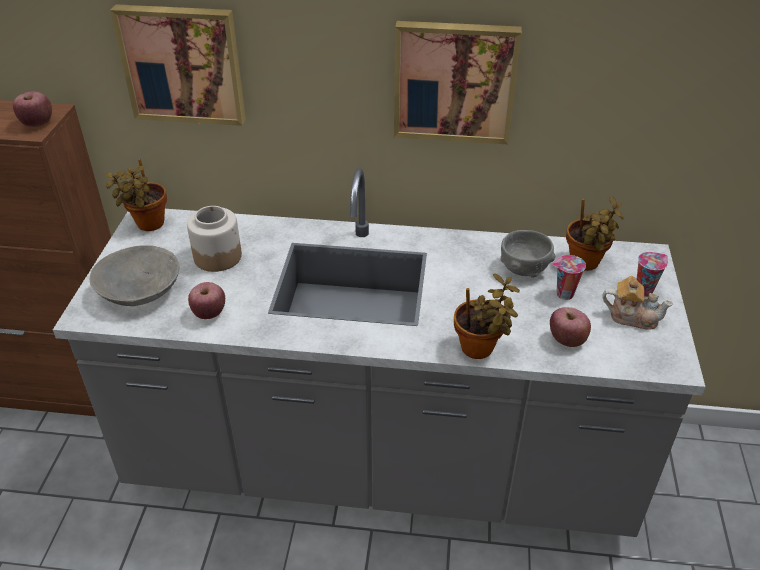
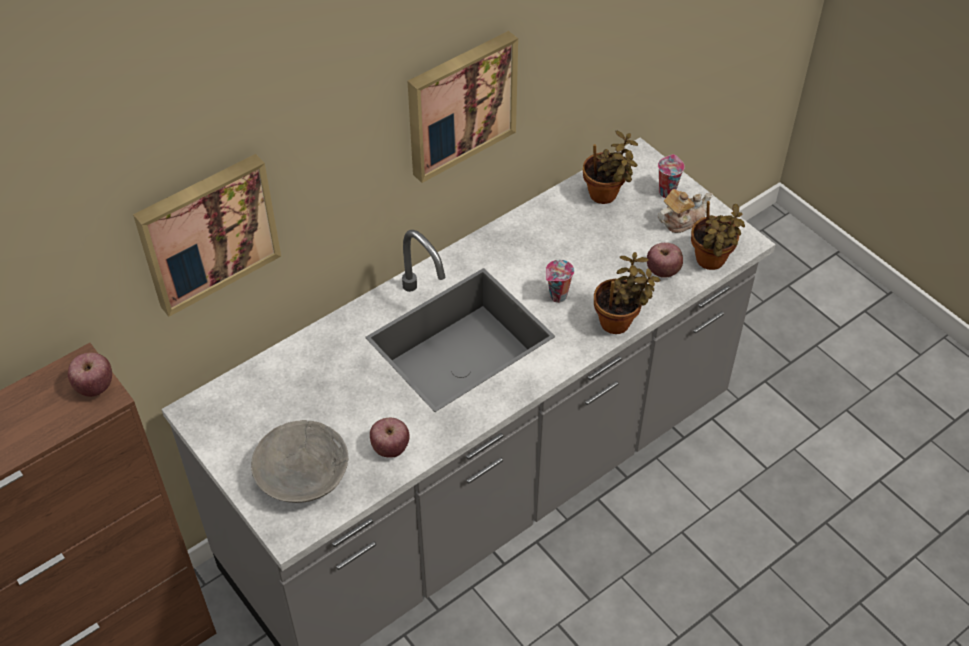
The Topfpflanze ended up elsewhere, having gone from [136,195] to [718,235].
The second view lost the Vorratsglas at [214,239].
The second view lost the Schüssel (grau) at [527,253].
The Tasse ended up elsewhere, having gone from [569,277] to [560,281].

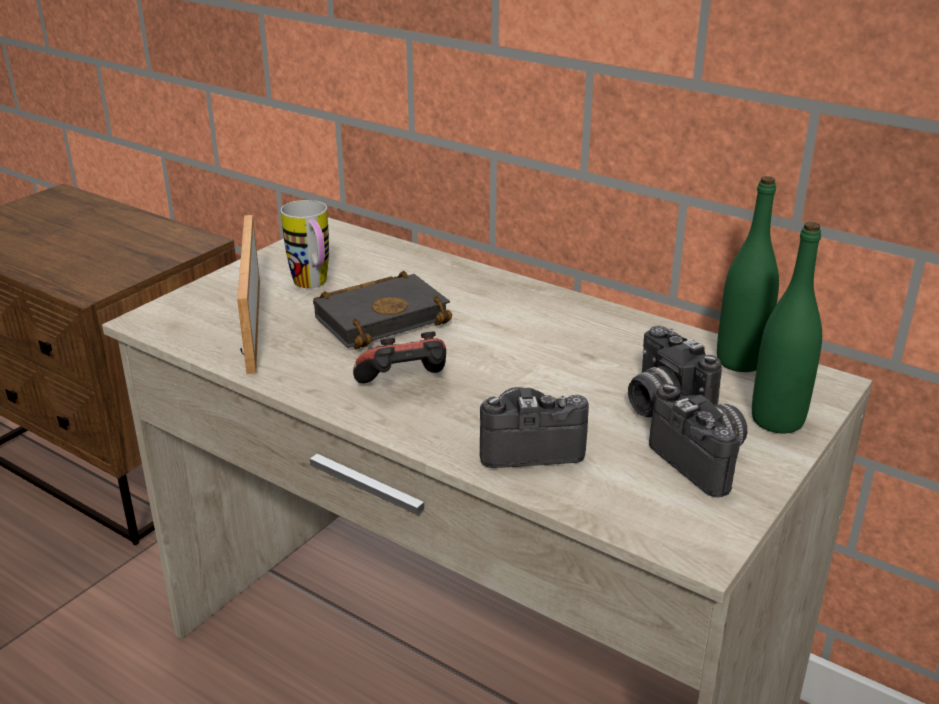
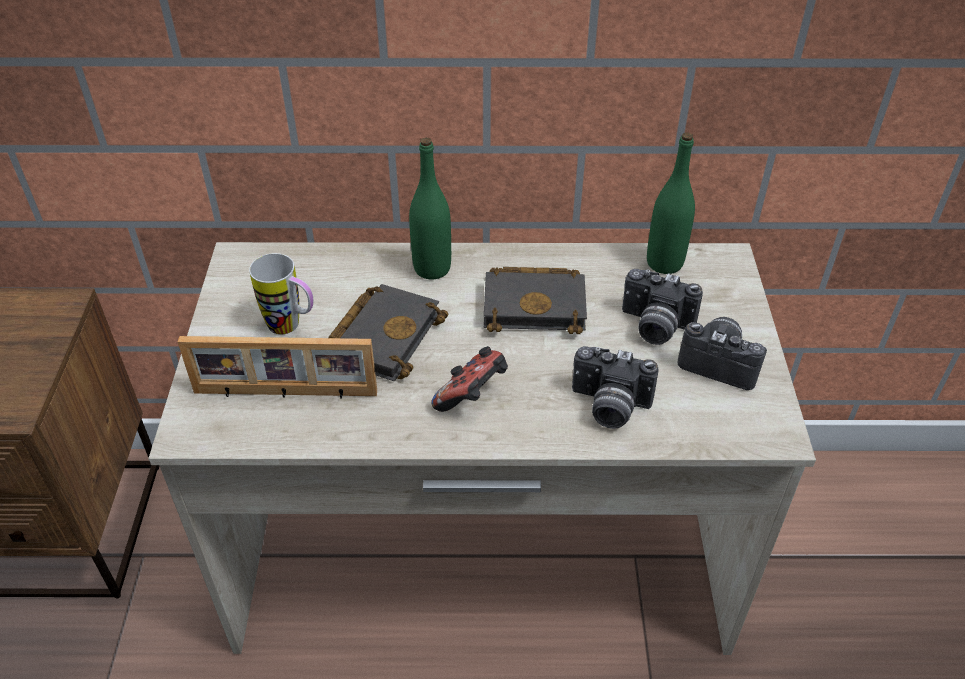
The Bilderrahmen at [248,294] ended up facing another way, 45 degrees counterclockwise from before.
The Kamera at [534,427] ended up facing another way, 120 degrees counterclockwise from before.
The Flasche (grün) ended up elsewhere, having gone from [787,327] to [430,208].
The second view gained the Buch (schwarz) at [535,300].

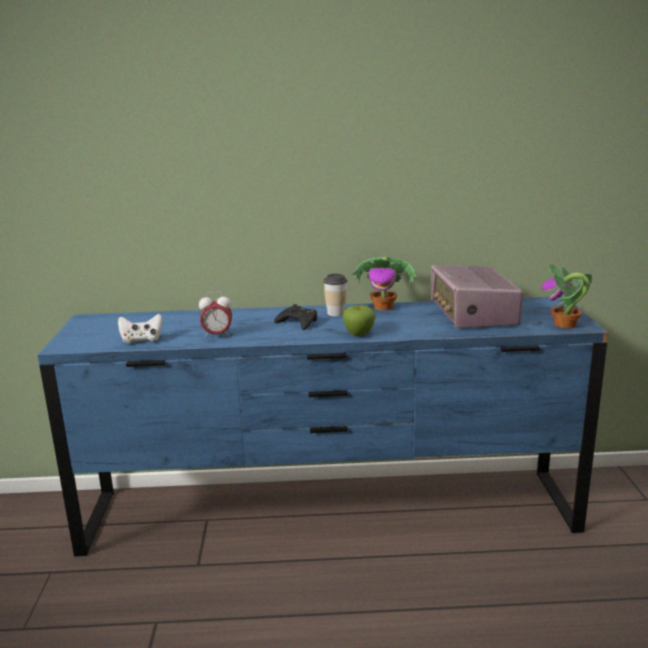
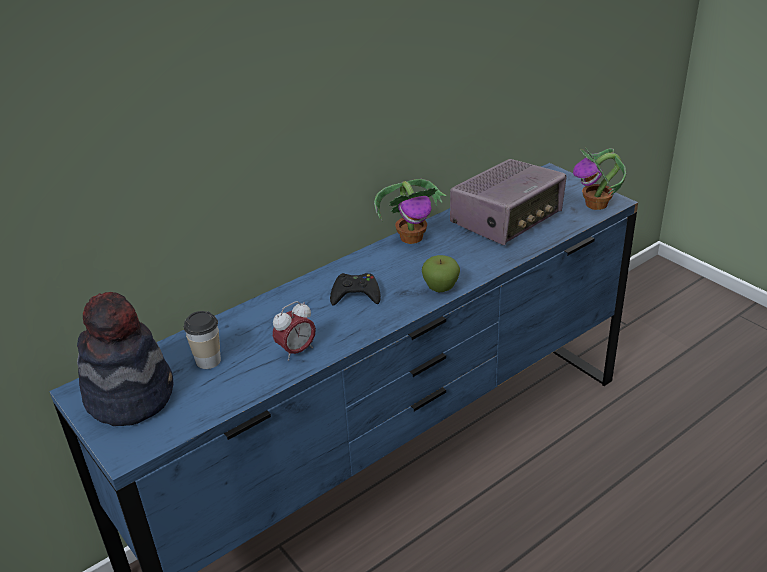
The second view lost the Gamepad (weiß) at [140,329].
The Tasse ended up elsewhere, having gone from [335,295] to [202,340].
The Radio at [477,296] ended up facing another way, 90 degrees counterclockwise from before.
The second view gained the Hut at [125,359].

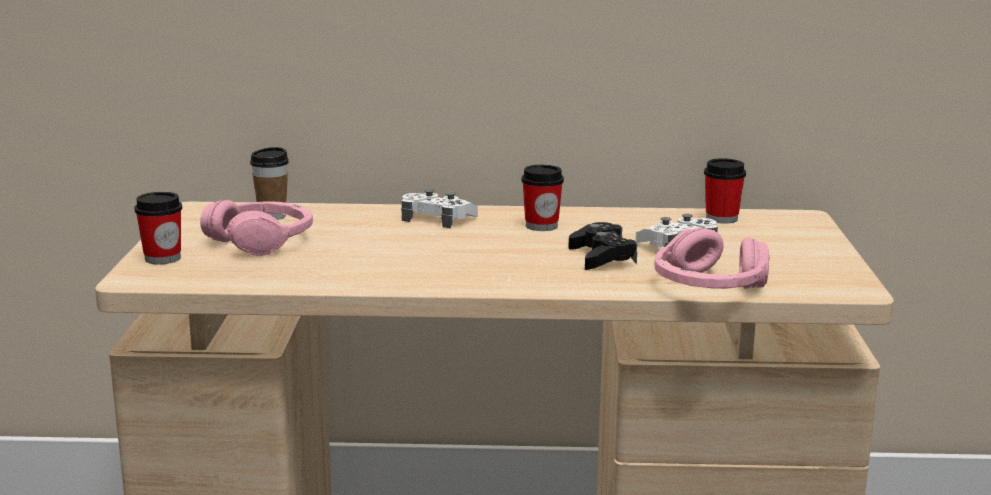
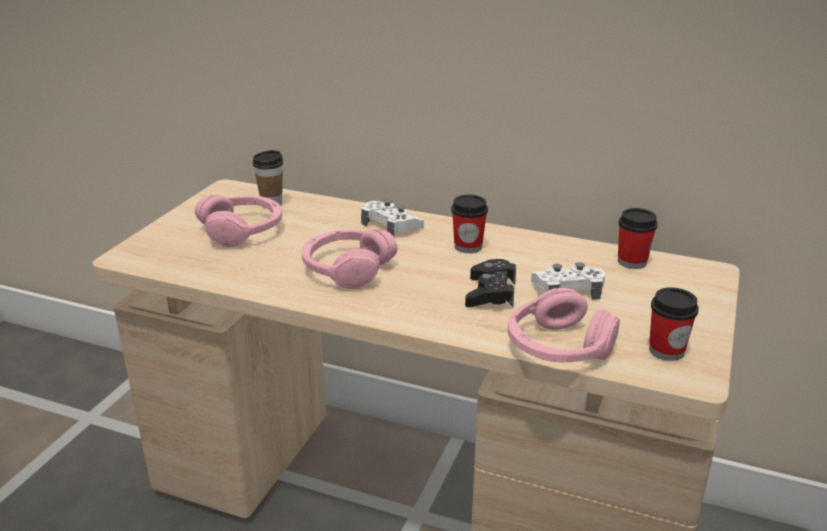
The Tasse ended up elsewhere, having gone from [158,228] to [674,324].
The second view gained the Kopfhörer (rosa) at [349,259].

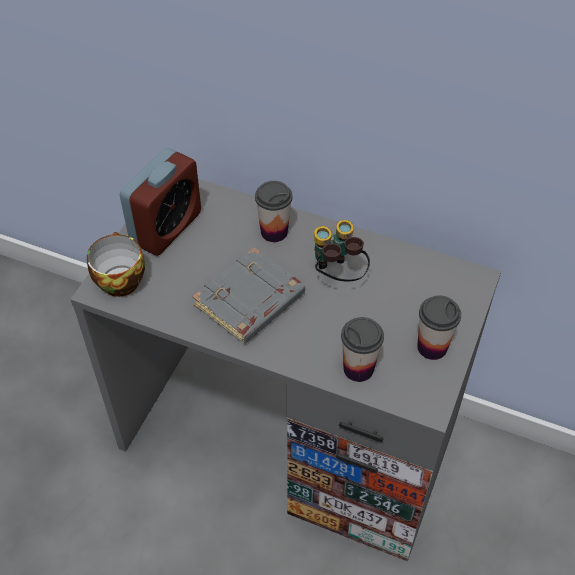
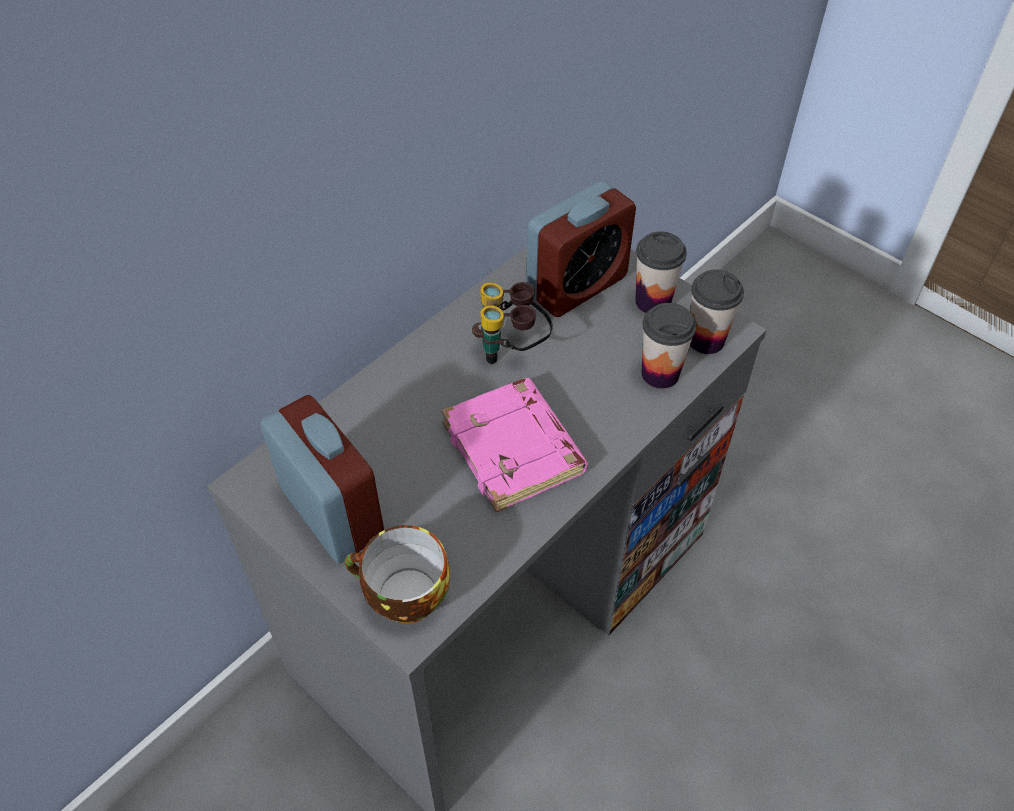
What was the Buch (grau) at [249,296] turned into the Buch (rosa) at [515,445].
The Tasse ended up elsewhere, having gone from [273,211] to [717,311].
The second view gained the Wecker at [581,249].

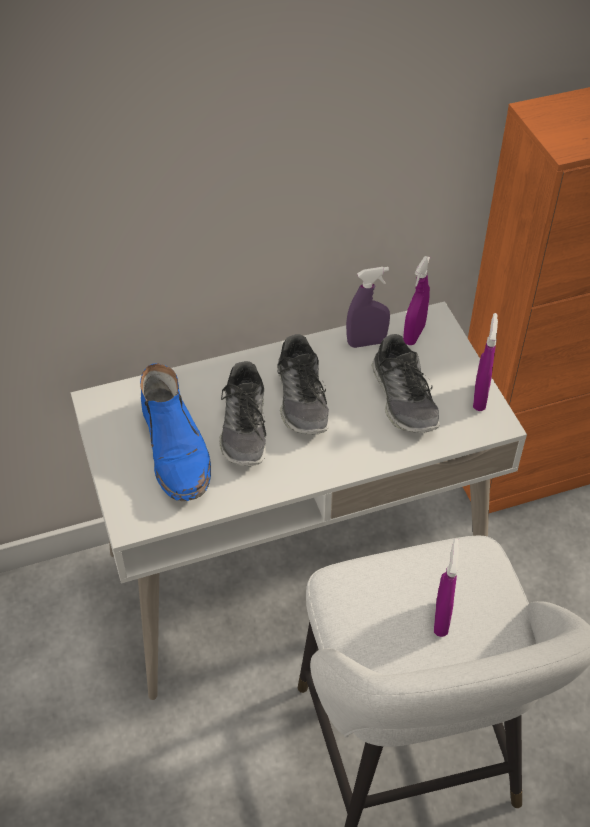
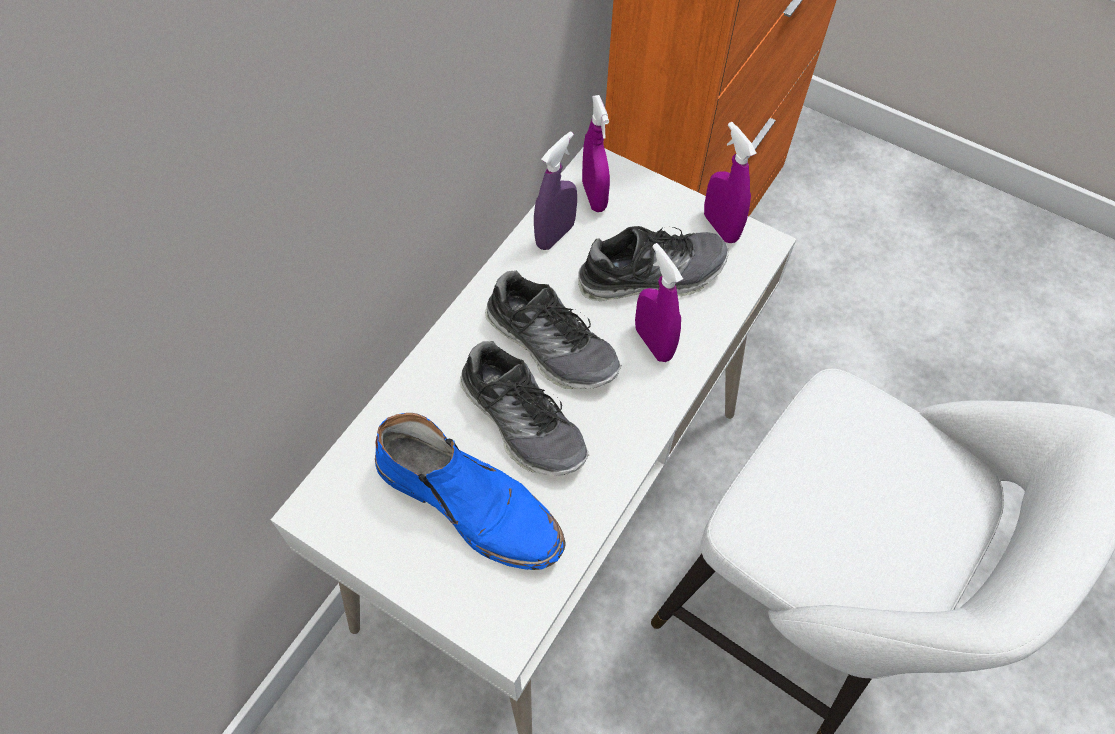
The Schuh at [405,383] ended up facing another way, 45 degrees counterclockwise from before.
The Sprühflasche (lila) ended up elsewhere, having gone from [446,588] to [659,302].

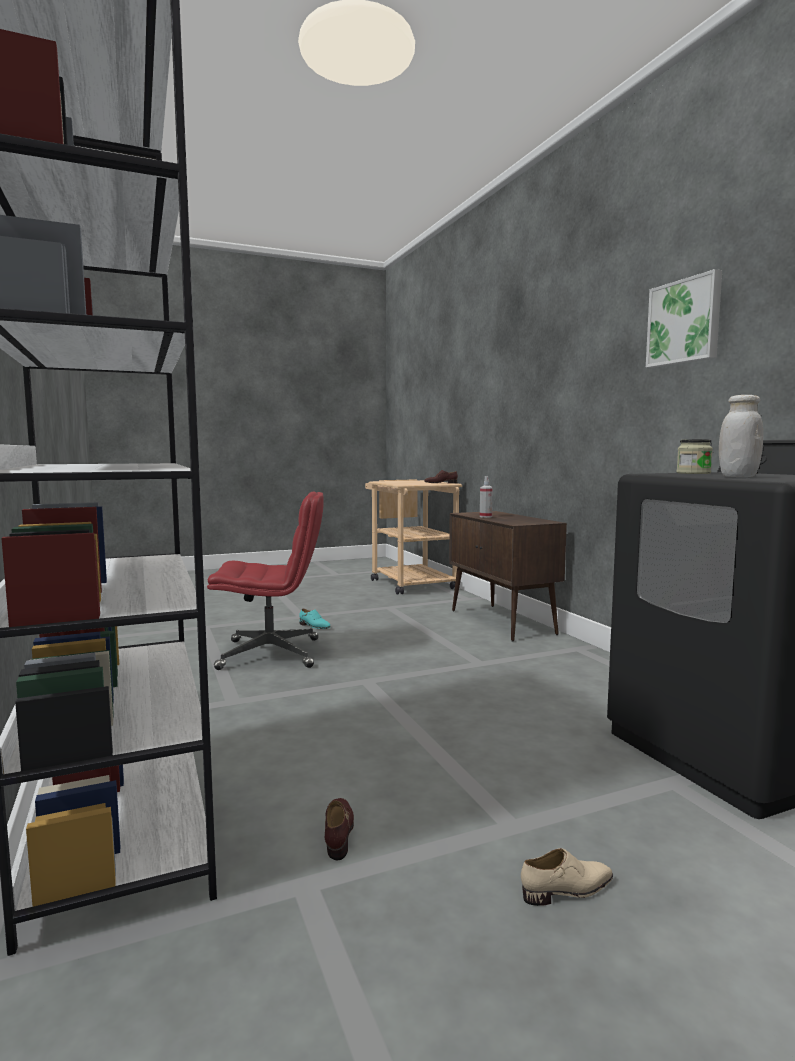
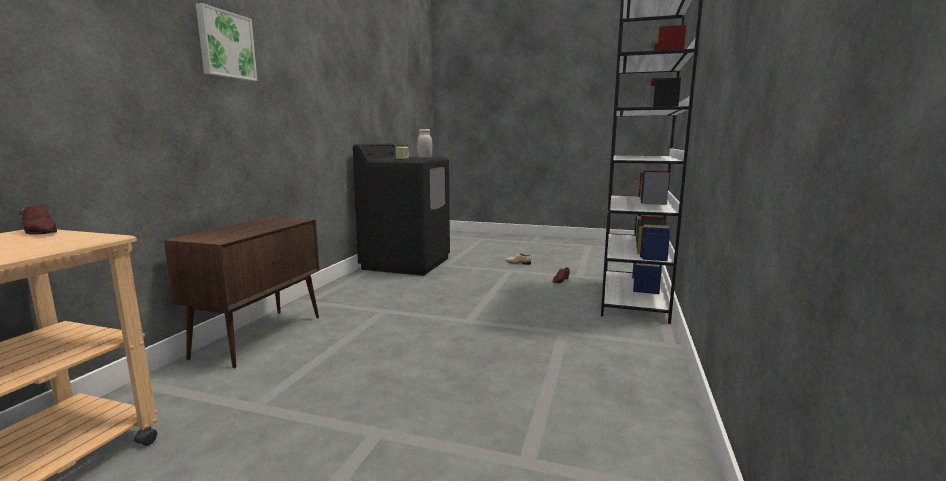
The second view lost the Bürostuhl (rot) at [265,580].
The second view lost the Schuh (türkis) at [315,619].
The second view lost the Sprühflasche at [486,497].
The Bild ended up elsewhere, having gone from [684,318] to [226,42].

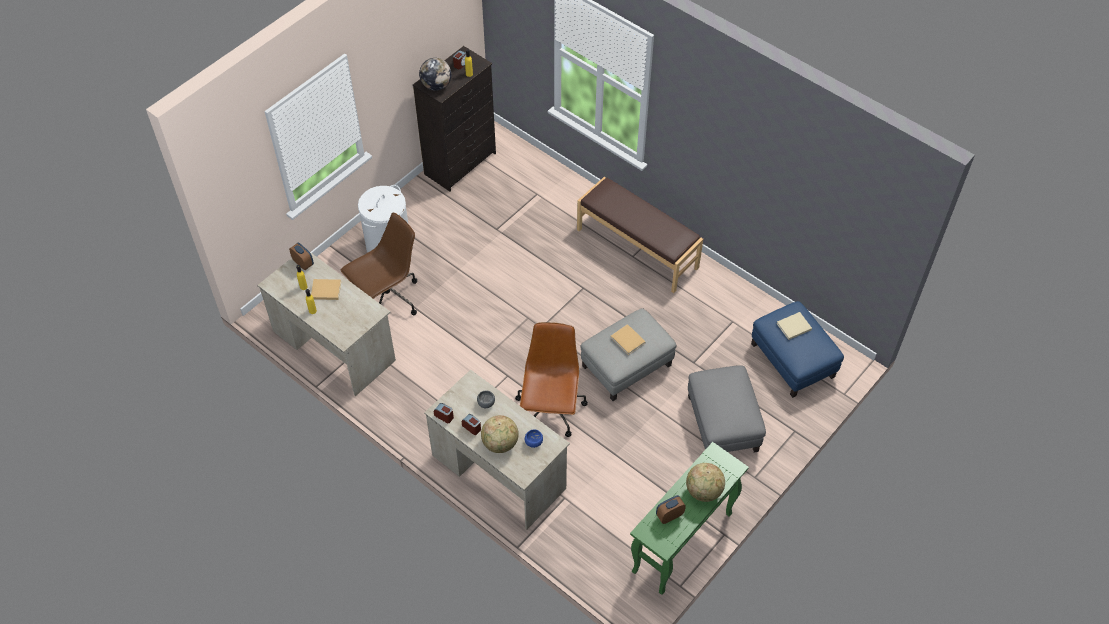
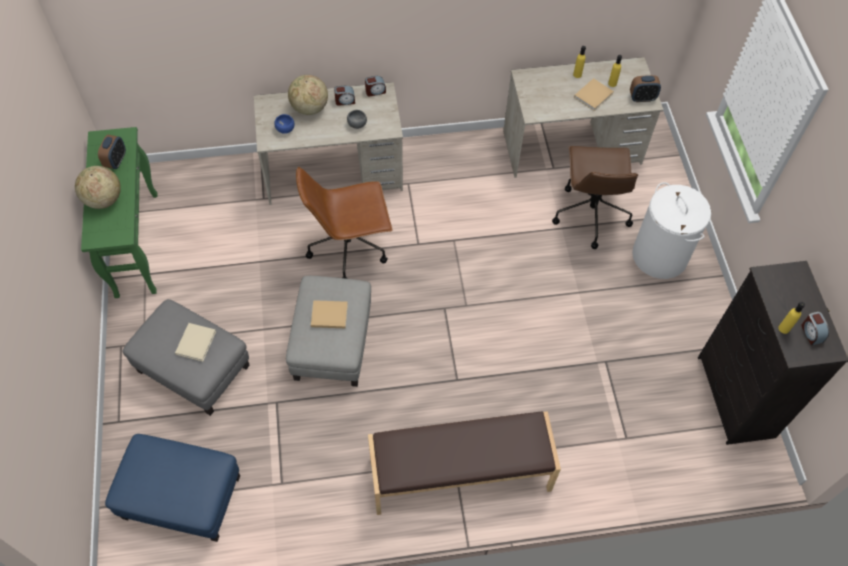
The second view lost the Globus at [435,74].
The Bürostuhl (braun) at [551,379] ended up facing another way, 120 degrees clockwise from before.
The Buch (beige) ended up elsewhere, having gone from [794,326] to [195,342].

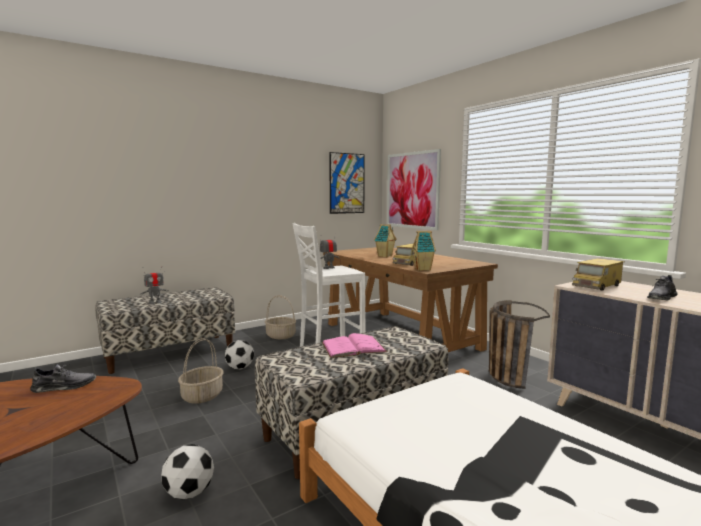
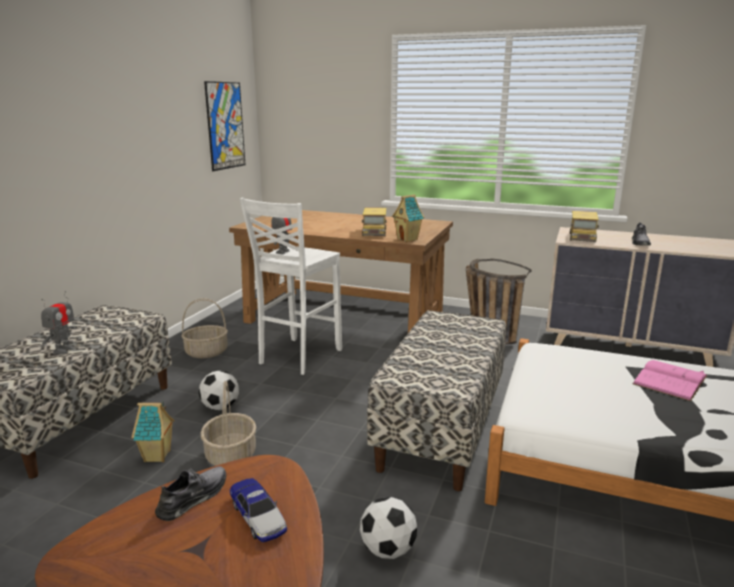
The Buch (rosa) ended up elsewhere, having gone from [354,345] to [669,380].
The Spielzeughaus ended up elsewhere, having gone from [385,240] to [153,431].
The second view lost the Bild at [414,189].
The second view gained the Spielzeugauto at [258,510].

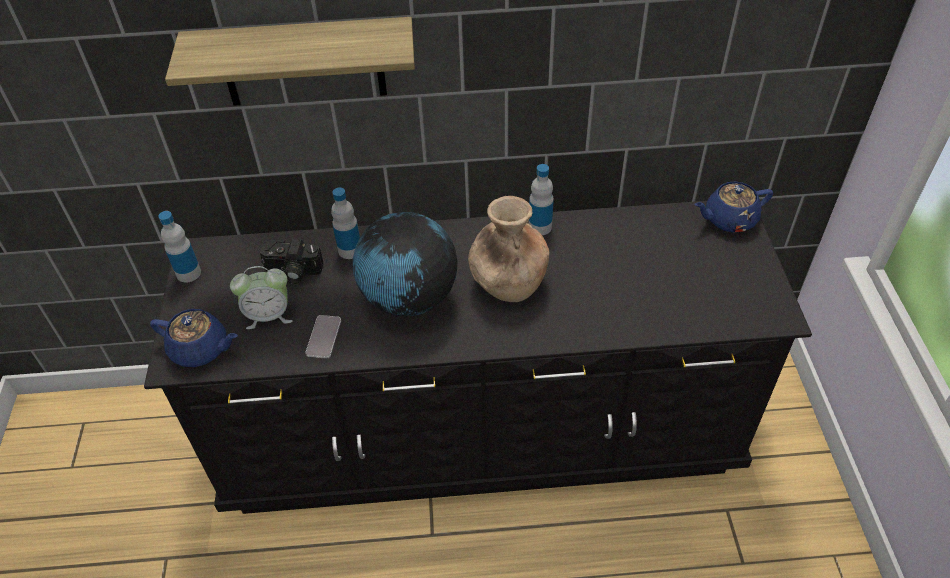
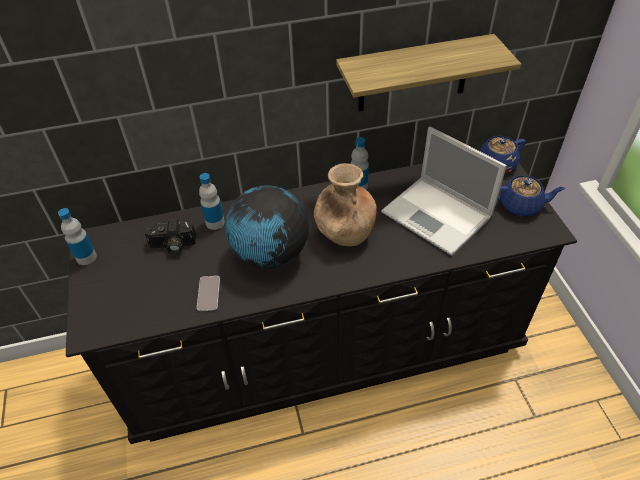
The Teekanne (blau) ended up elsewhere, having gone from [194,338] to [531,195].
The Wandregal ended up elsewhere, having gone from [290,61] to [428,72].
The second view lost the Wecker at [261,297].
The second view gained the Laptop at [444,191].

